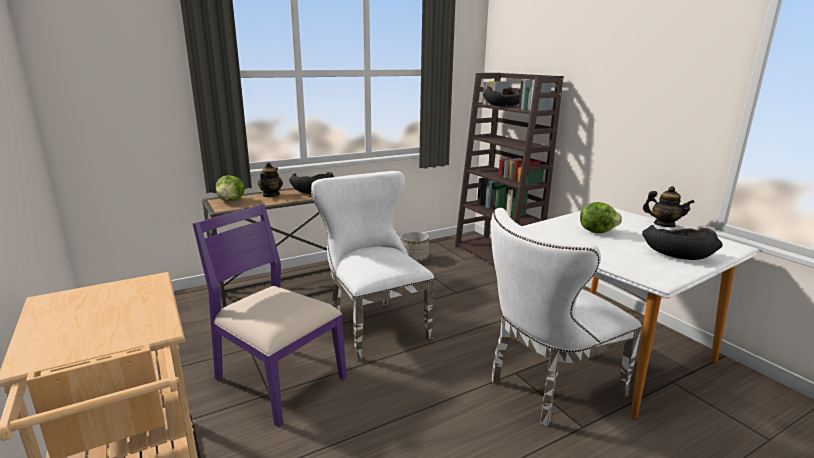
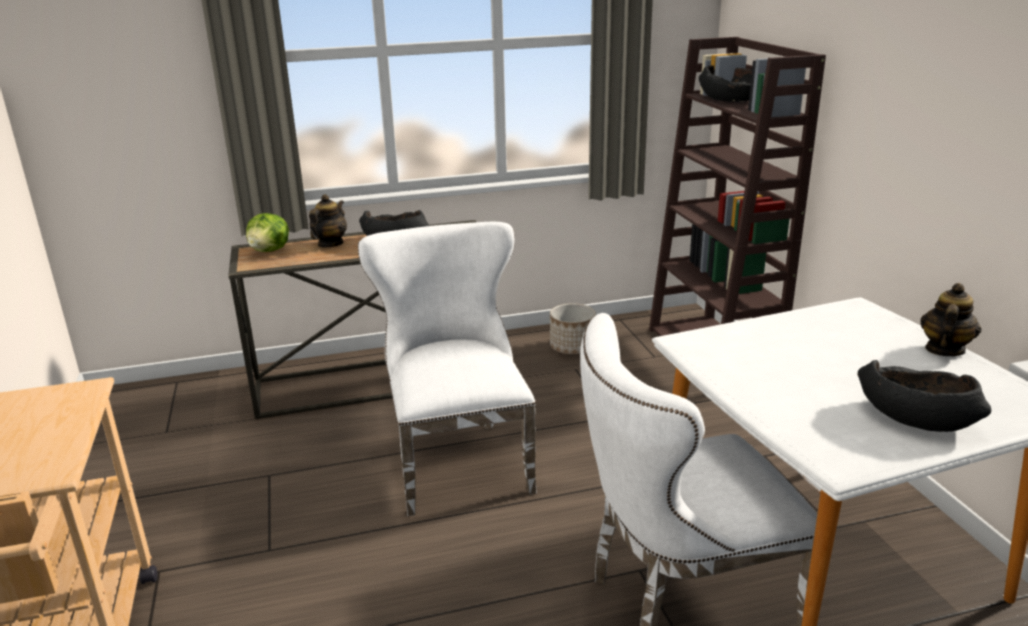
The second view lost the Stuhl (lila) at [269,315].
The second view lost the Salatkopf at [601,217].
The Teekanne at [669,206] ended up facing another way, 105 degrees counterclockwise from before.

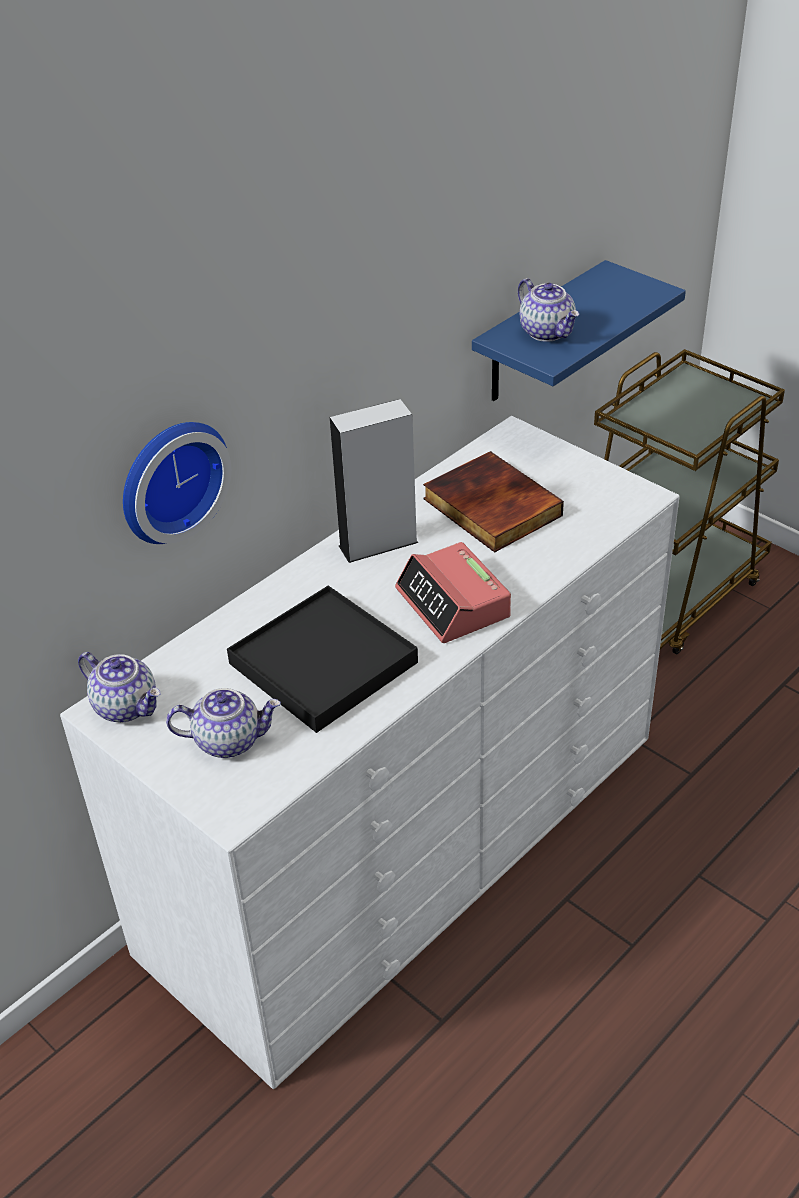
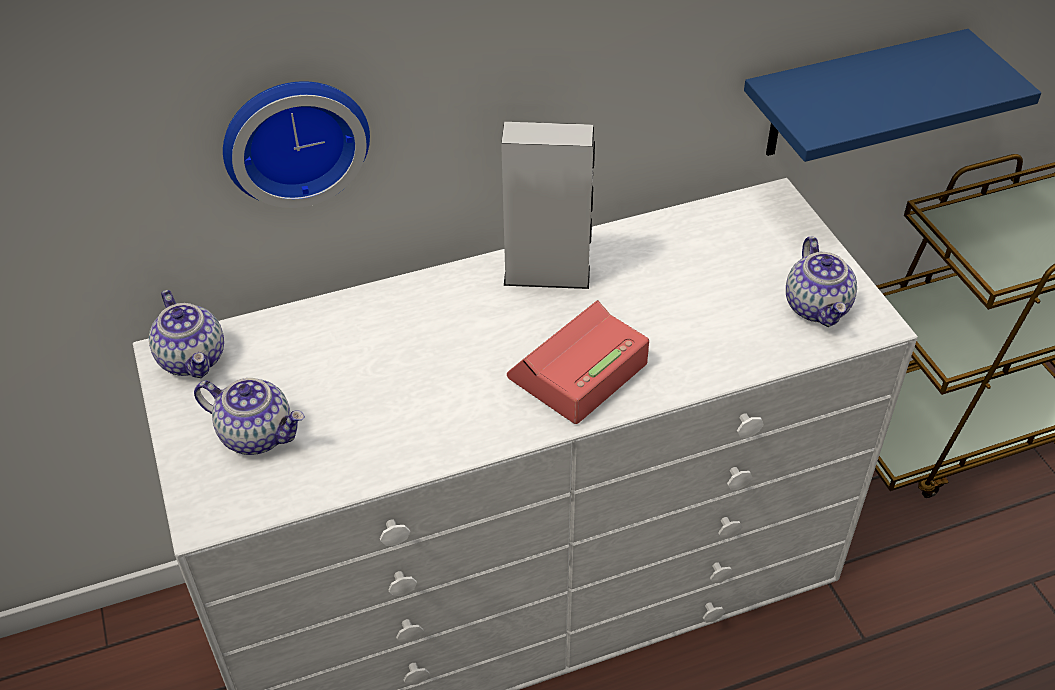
The second view lost the Tablett (schwarz) at [322,659].
The Wecker at [453,592] ended up facing another way, 45 degrees clockwise from before.
The second view lost the Buch at [493,502].
The Teekanne ended up elsewhere, having gone from [548,310] to [821,281].

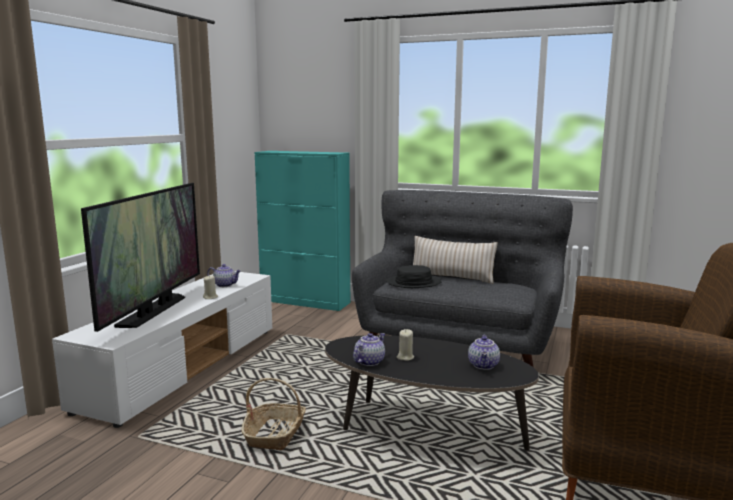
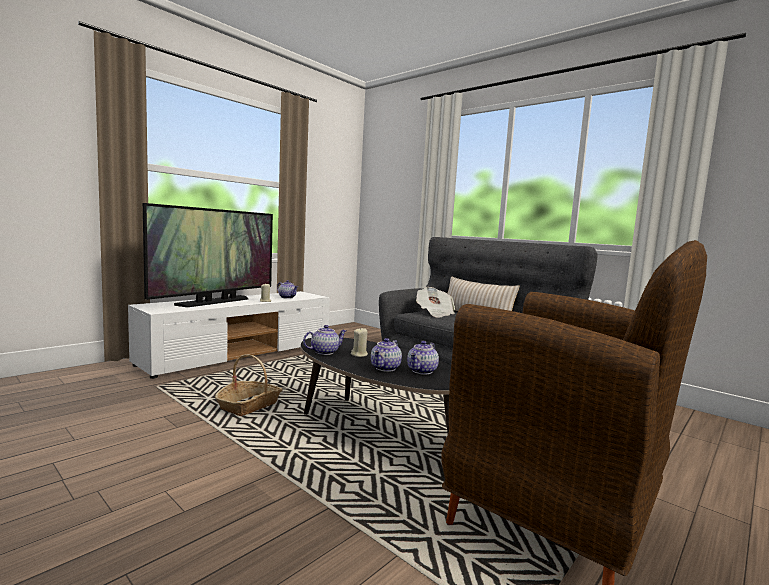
The second view lost the Schrank (türkis) at [302,231].
Where the Hut (schwarz) stood at [414,276], the Zeitung came to stand at [435,302].
The second view gained the Teekanne at [386,355].

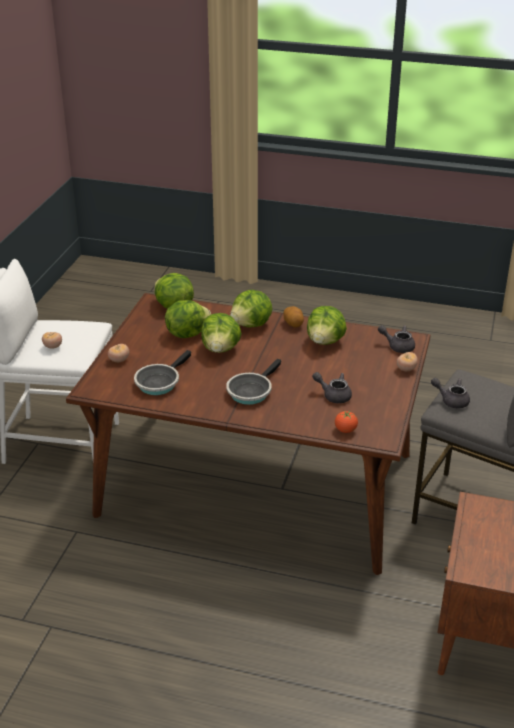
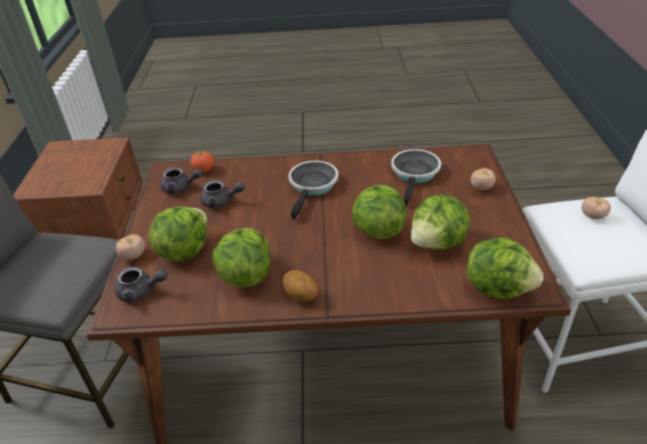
The Salatkopf ended up elsewhere, having gone from [251,308] to [177,234].
The Teekanne (grau) ended up elsewhere, having gone from [450,393] to [181,180].

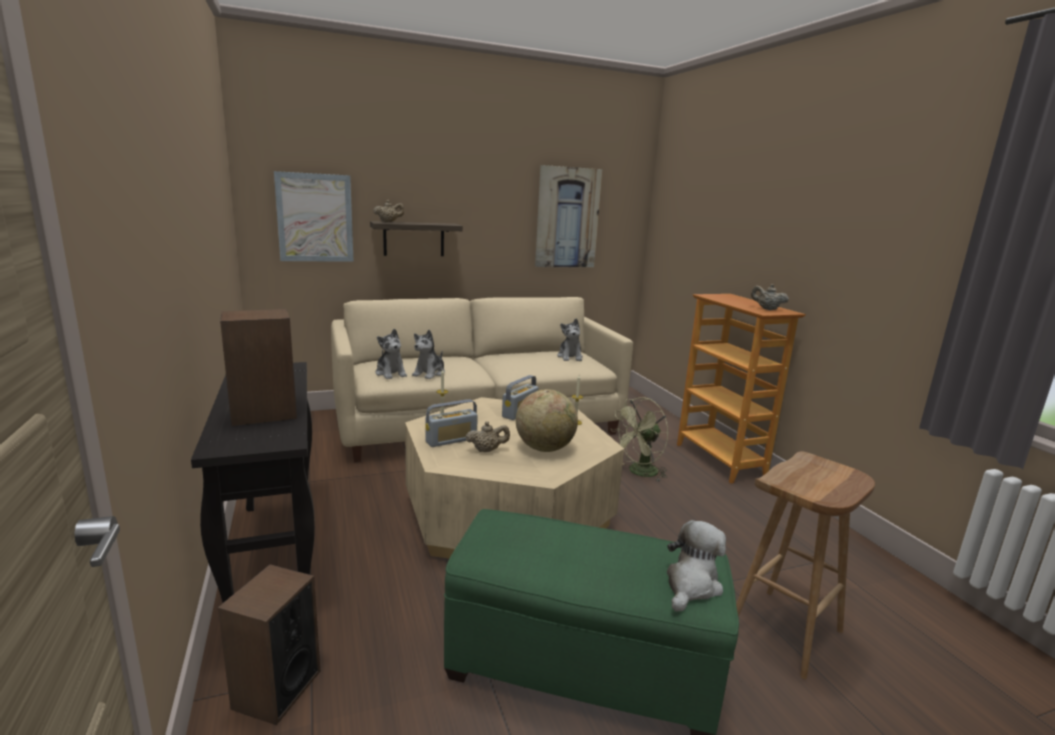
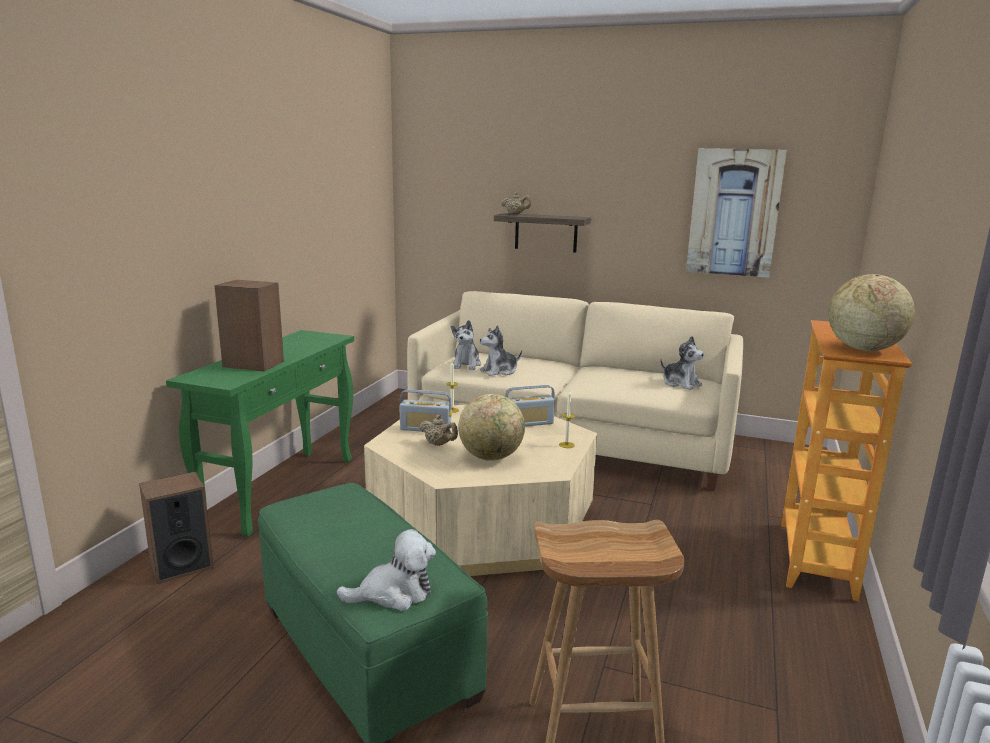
What was the Konsolentisch (schwarz) at [253,482] turned into the Konsolentisch (grün) at [260,433].
The second view lost the Bild at [314,216].
The Plüschtier at [570,339] ended up facing another way, 75 degrees counterclockwise from before.
The second view lost the Ventilator (grün) at [639,439].
Where the Teekanne (beige) stood at [770,297], the Globus came to stand at [871,312].

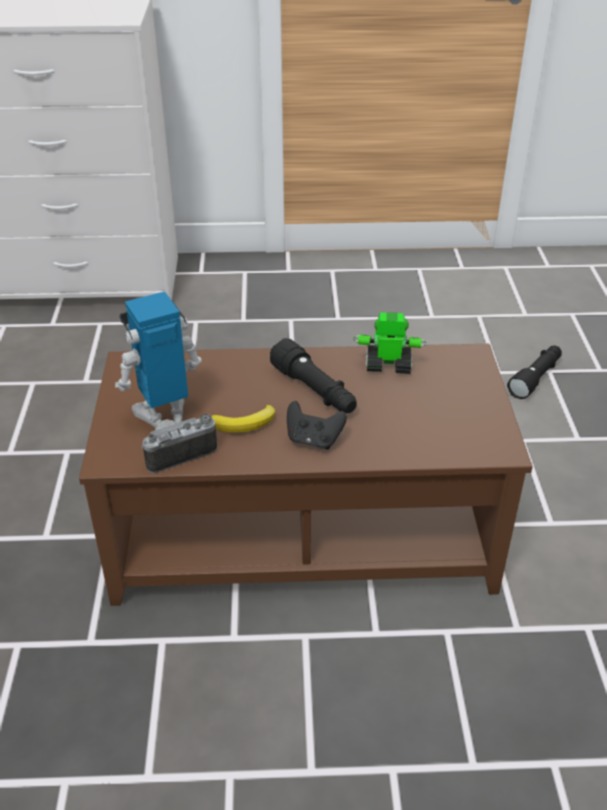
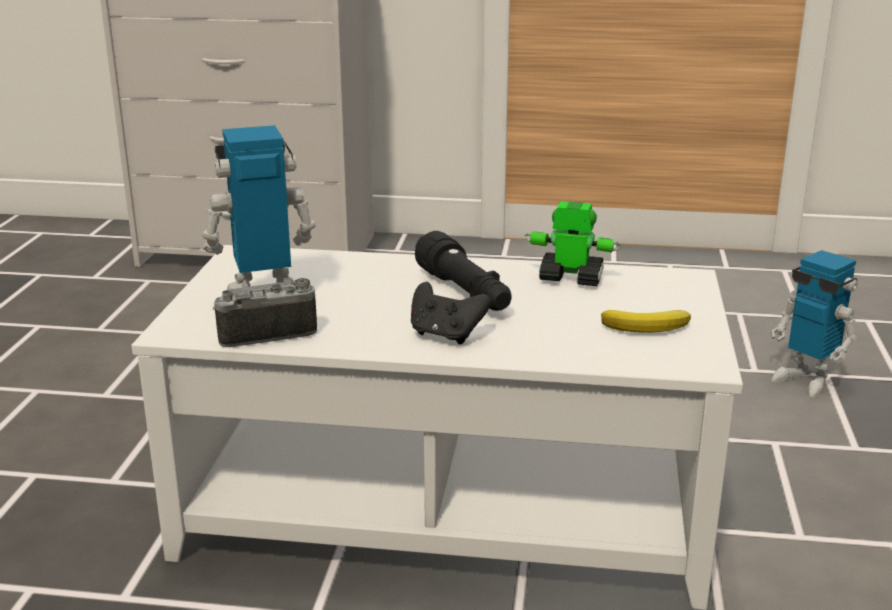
What was the Couchtisch (braun) at [306,475] turned into the Couchtisch (weiß) at [437,427].
The Banane ended up elsewhere, having gone from [243,419] to [646,321].
Where the Taschenlampe (schwarz) stood at [534,372], the Spielzeugroboter came to stand at [814,323].

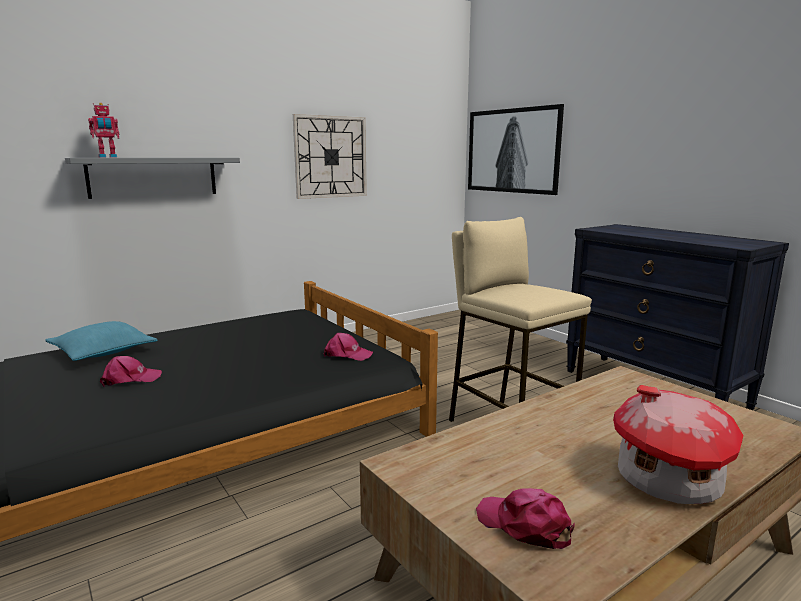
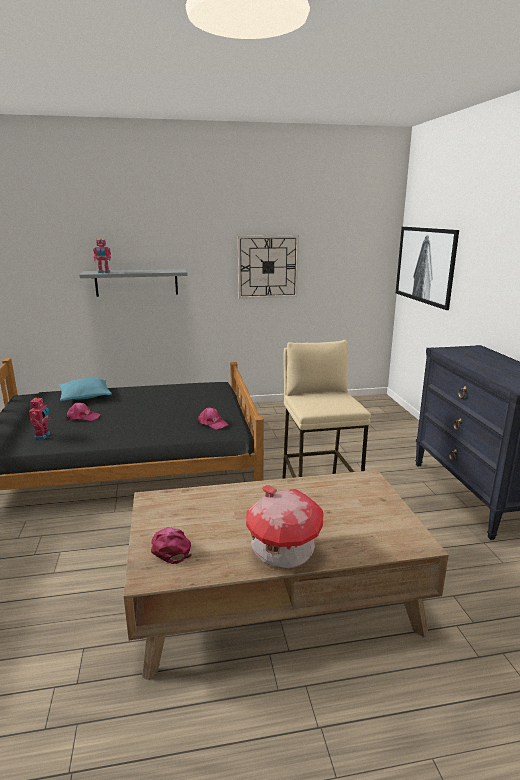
The second view gained the Spielzeugroboter at [40,417].

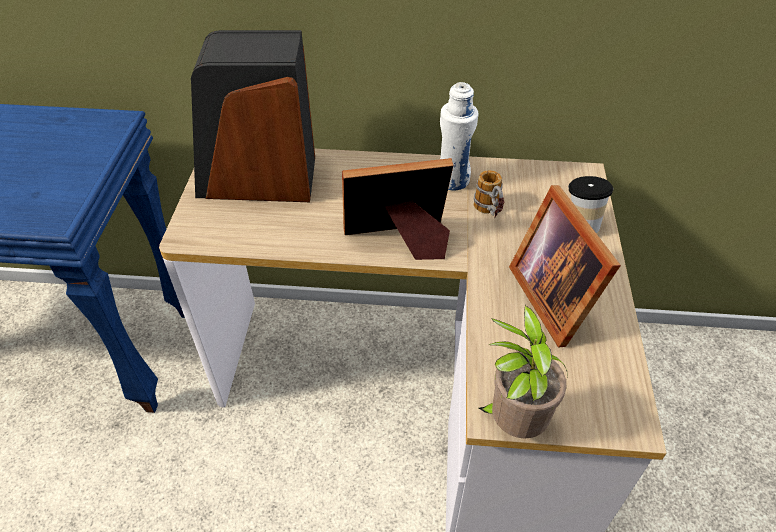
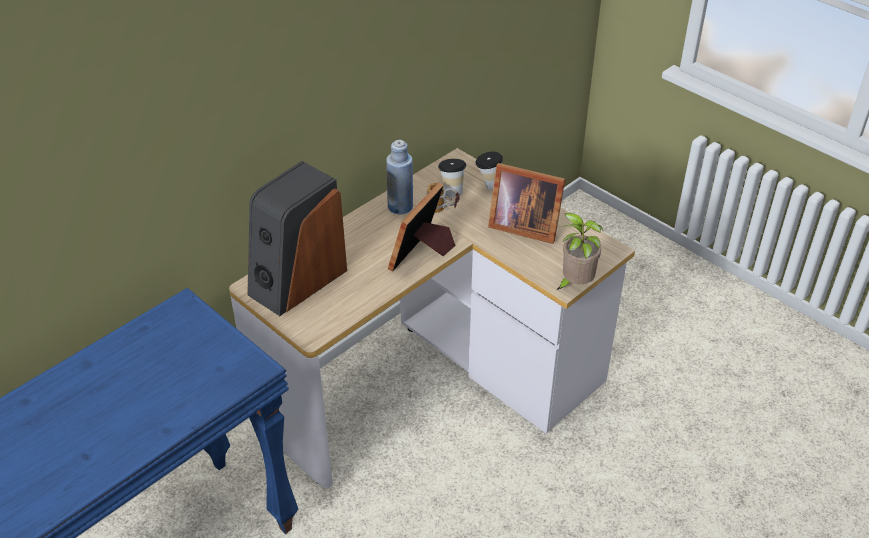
What was the Flasche (weiß) at [459,136] turned into the Flasche (blau) at [399,177].
The second view gained the Tasse at [452,178].

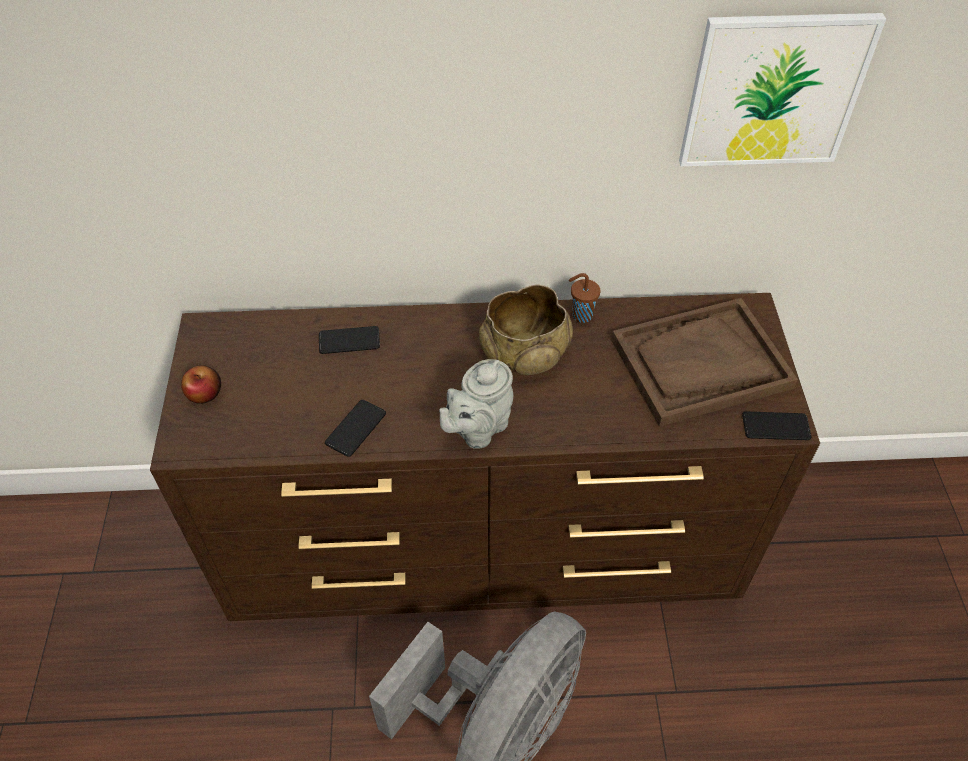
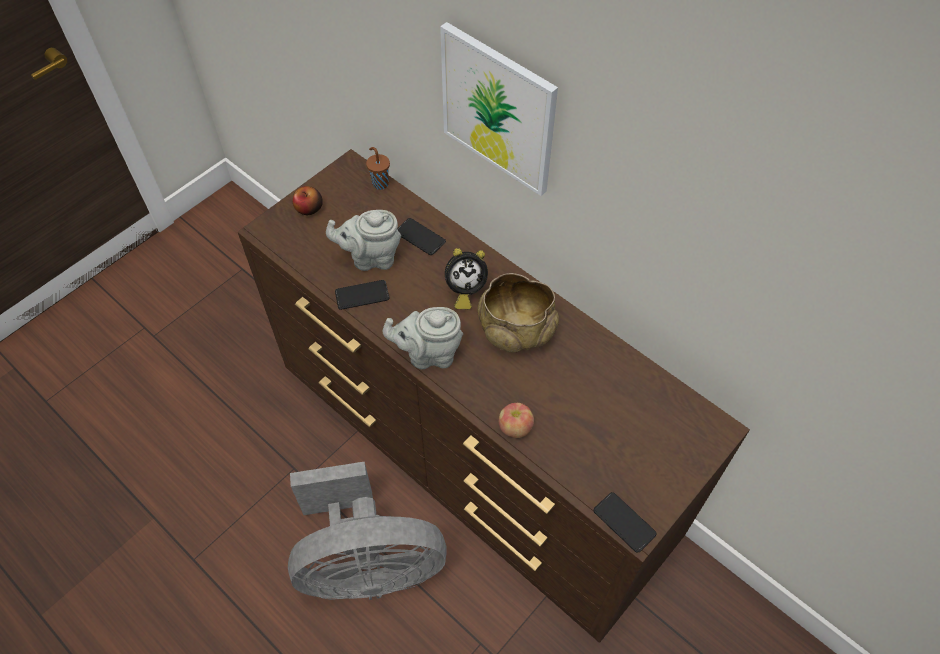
The Tasse (braun) ended up elsewhere, having gone from [584,298] to [378,168].
The second view lost the Tablett (braun) at [705,362].
The Bild ended up elsewhere, having gone from [782,89] to [499,109].
The second view gained the Teekanne (grau) at [363,240].
The second view gained the Wecker at [466,278].
The second view gained the Apfel at [516,420].

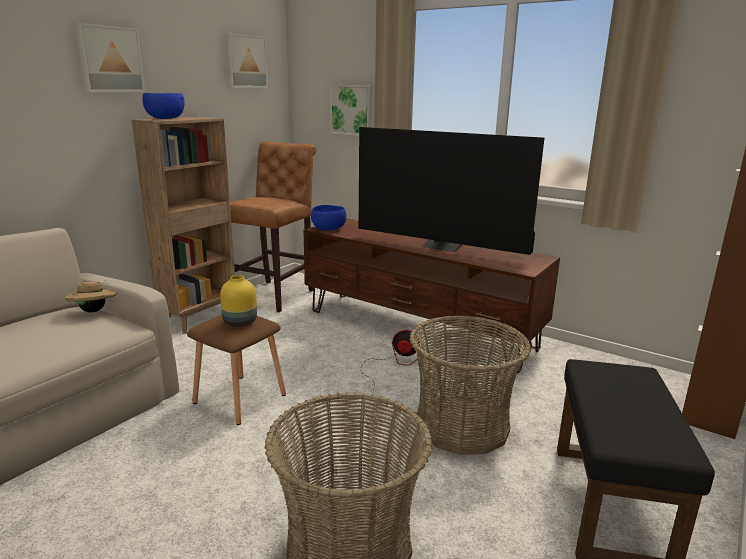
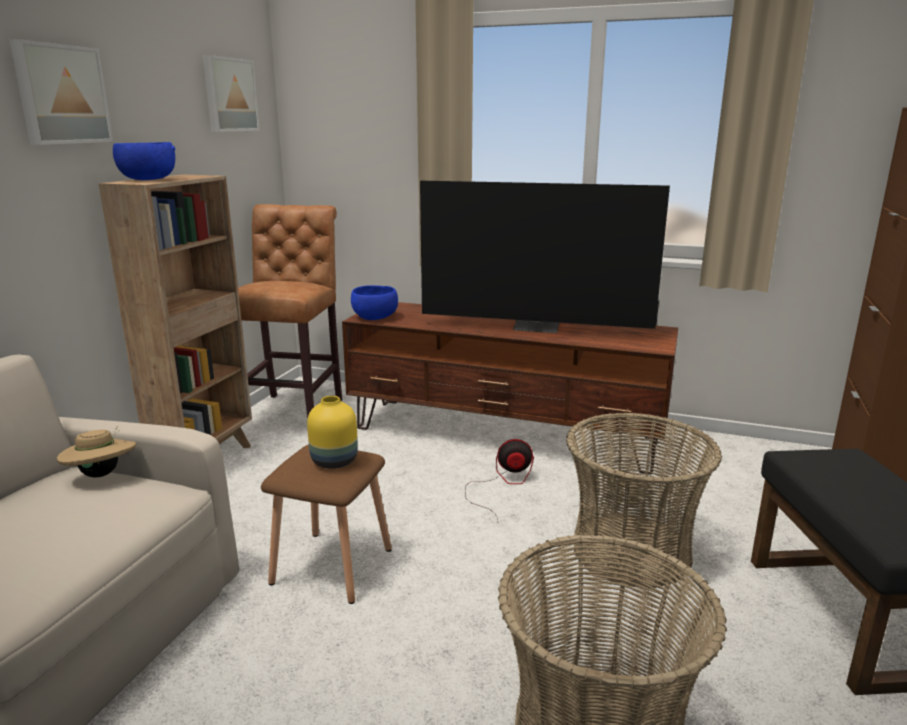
The second view lost the Bild at [351,110].

